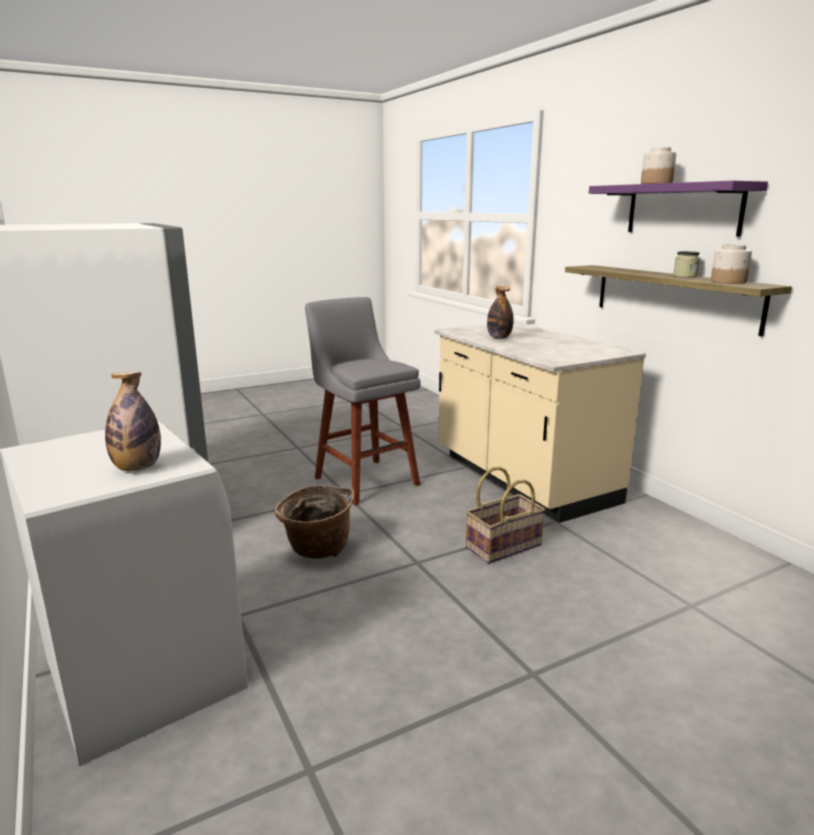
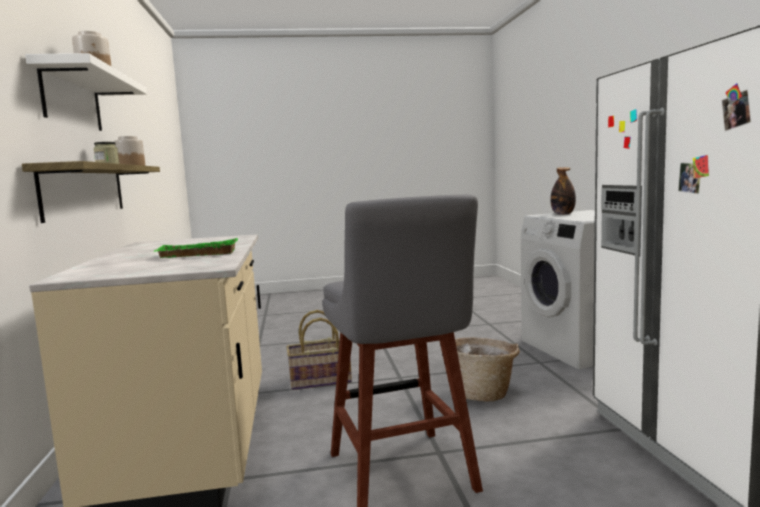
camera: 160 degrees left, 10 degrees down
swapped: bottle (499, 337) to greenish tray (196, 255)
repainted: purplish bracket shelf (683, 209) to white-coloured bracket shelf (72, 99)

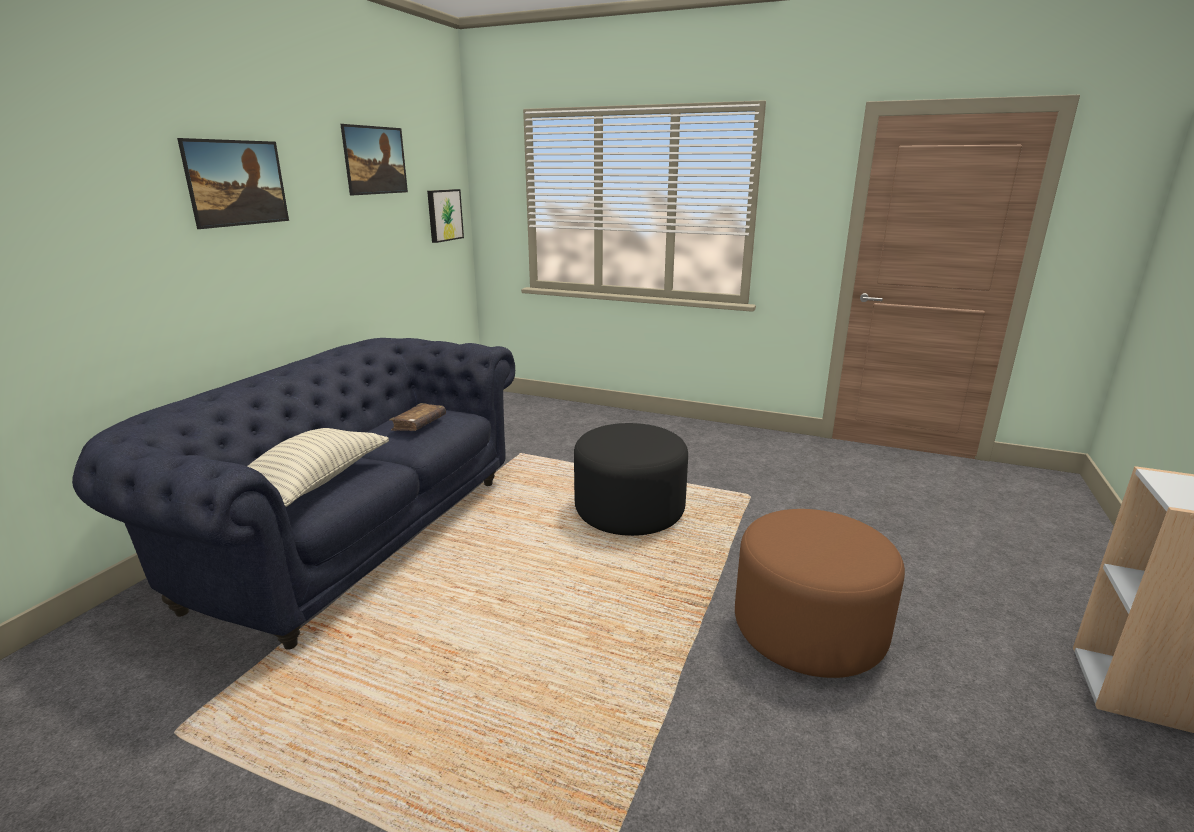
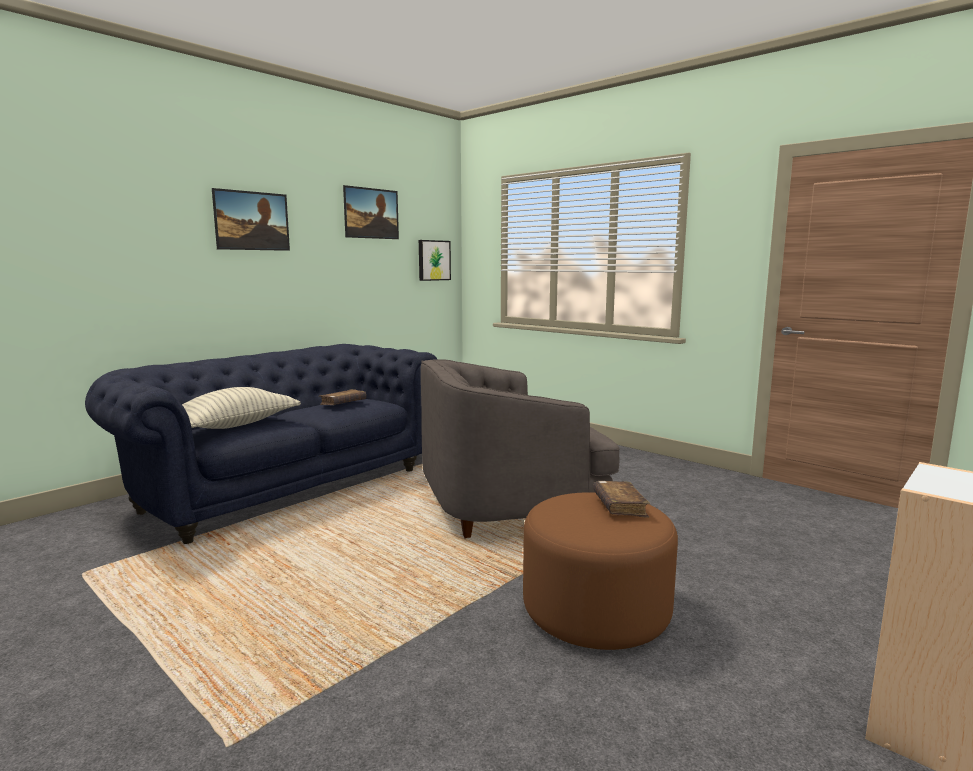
camera: 20 degrees right, 10 degrees down
new: brown-coloured volume (619, 506)
swapped: black-coloured pouffe (629, 511) to grey easy chair (509, 503)

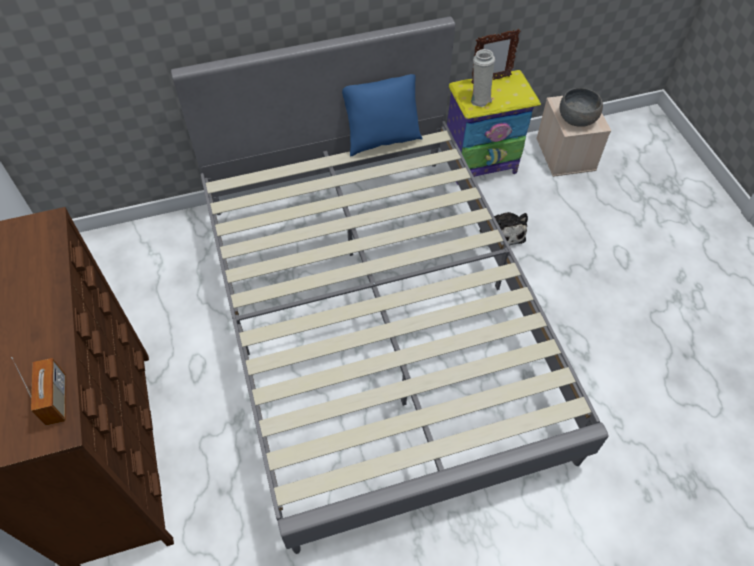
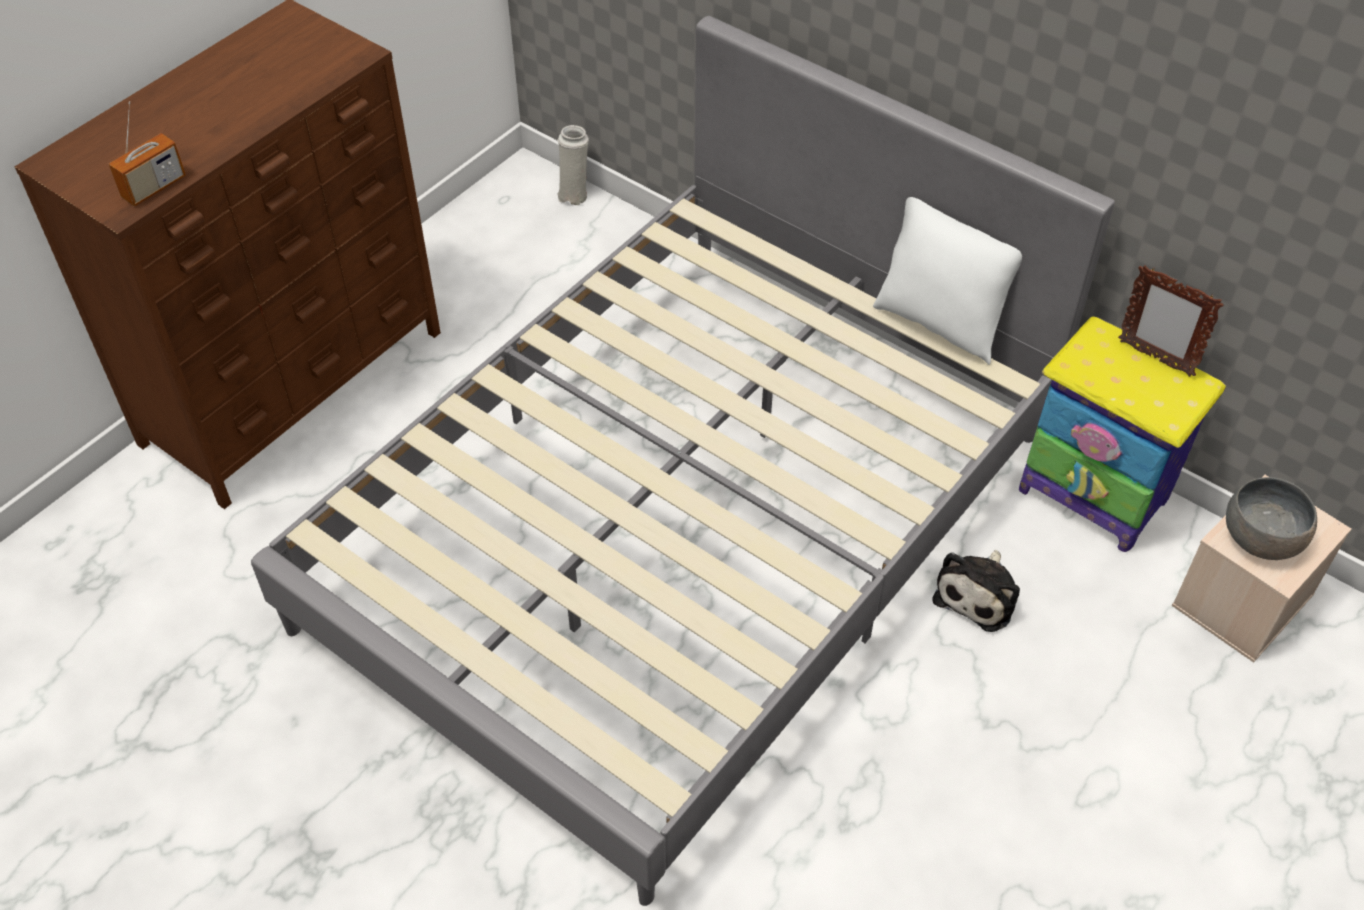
camera: 55 degrees right, 5 degrees down
shifted: white-coloured vase (479, 99) to (574, 194)
repainted: blue cushion (381, 140) to white-coloured cushion (940, 322)

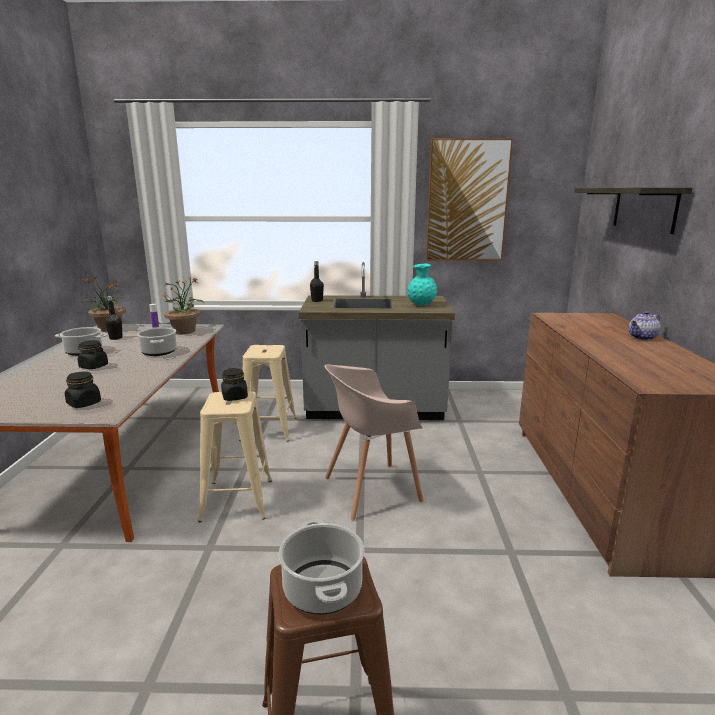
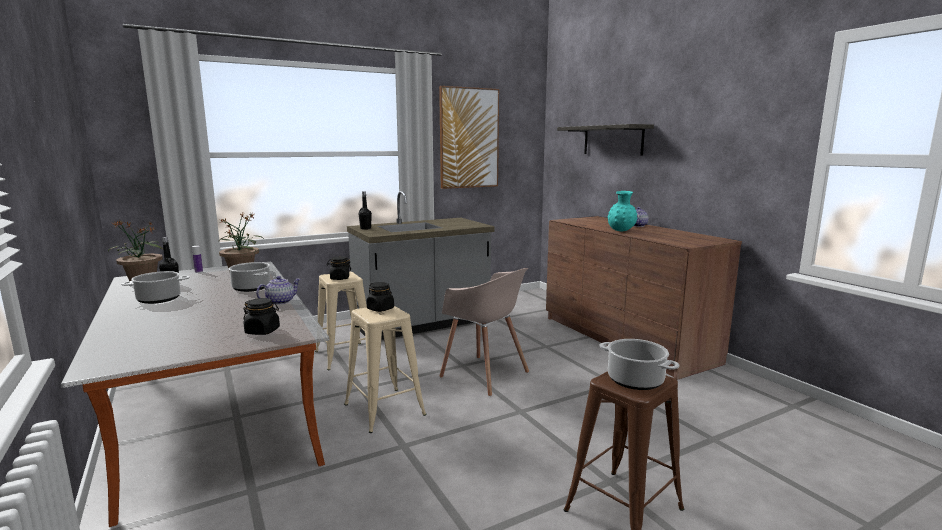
camera: 30 degrees left, 5 degrees down
new: teapot (280, 301)
shifted: turquoise-coloured vase (421, 305) to (621, 231); black-coloured jar (93, 366) to (339, 278)
rotated: beige upright chair (371, 490) = (485, 375) 90 degrees counterclockwise

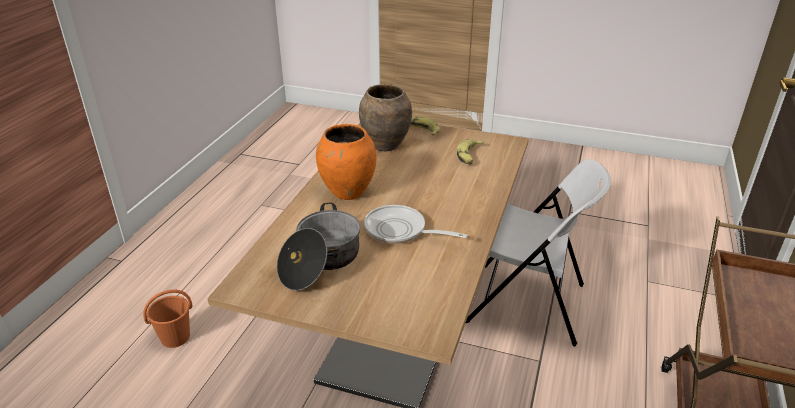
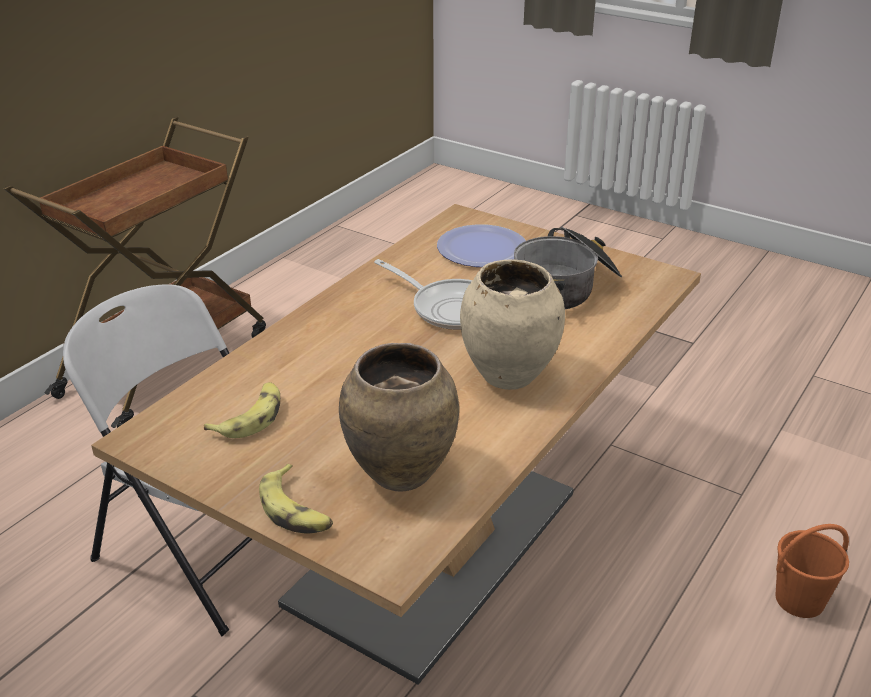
camera: 165 degrees left, 0 degrees up
new: dinner plate (482, 248)
repainted: orangey vase (348, 193) to beige vase (508, 375)

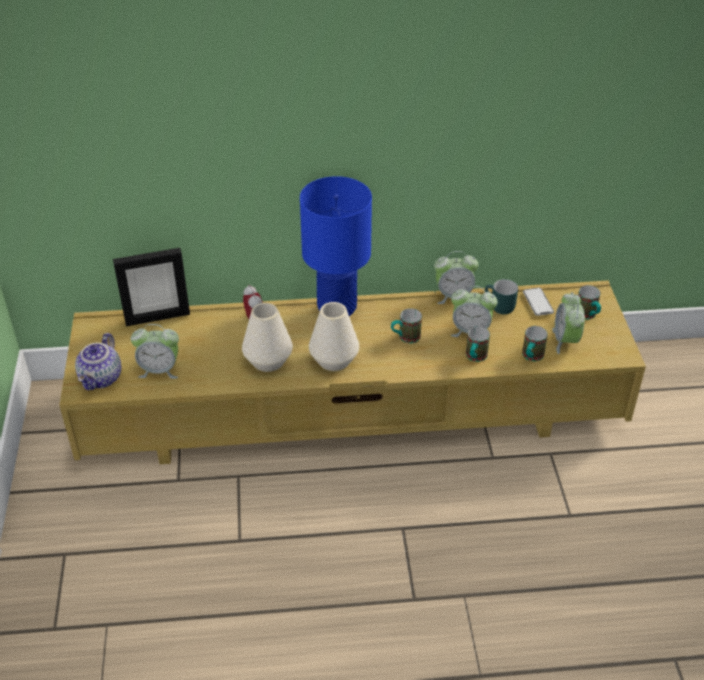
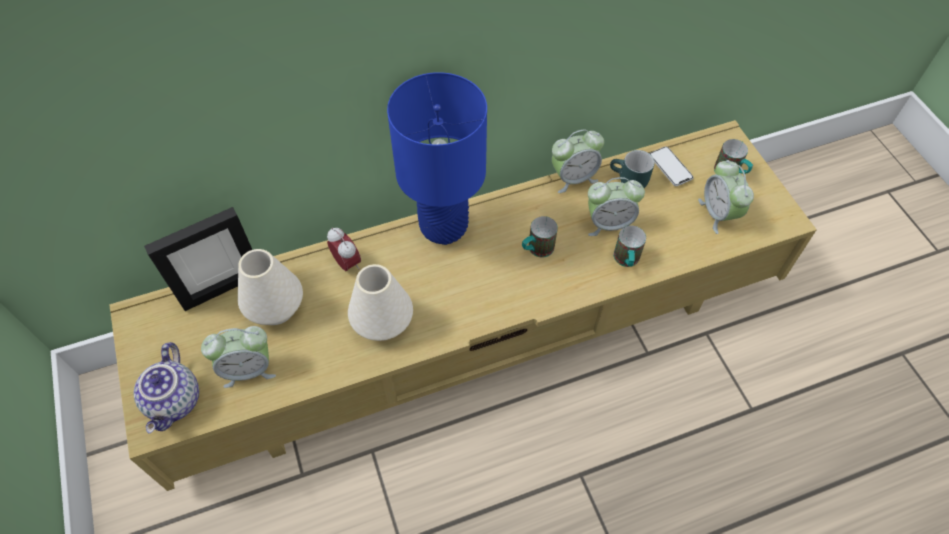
camera: 15 degrees left, 15 degrees up
gone: coffee mug (531, 357)
shifted: white-coloured vase (334, 360) to (275, 308)

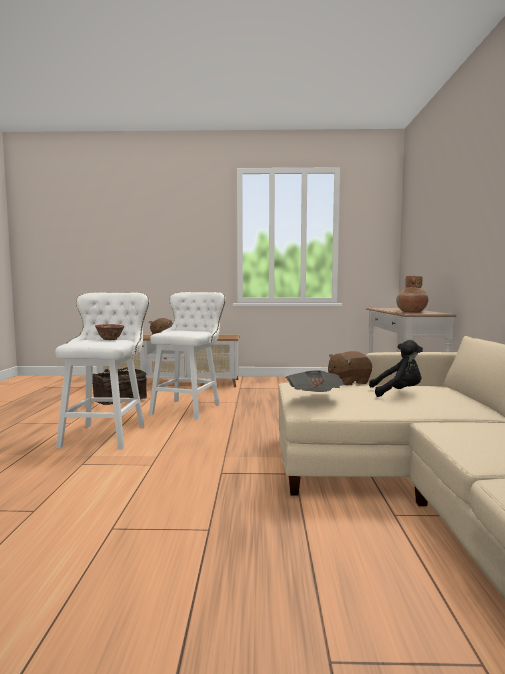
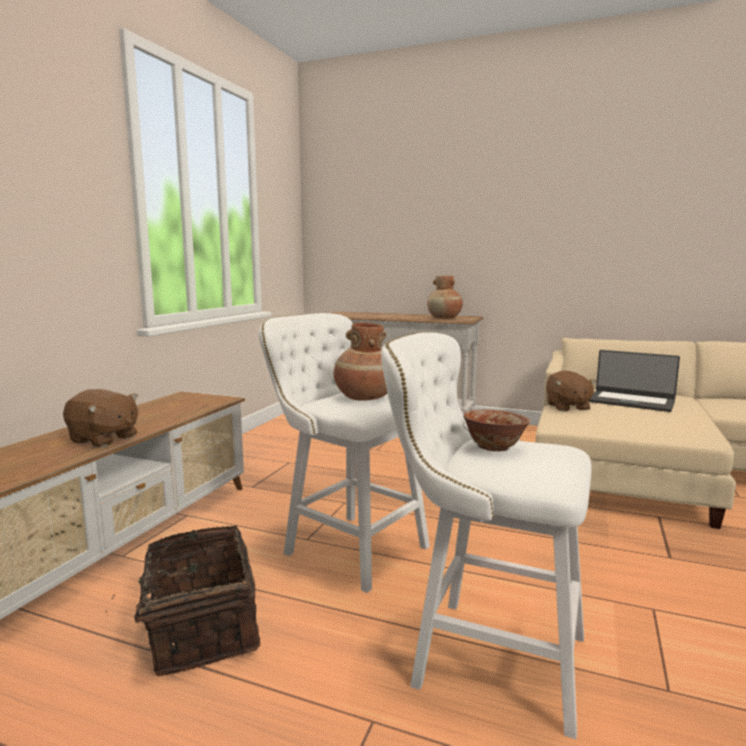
camera: 70 degrees left, 5 degrees up
gone: daily paper (315, 398)
new: brown-coloured vase (364, 397)
swapped: black-coloured cuddly toy (398, 393) to portable computer (631, 401)

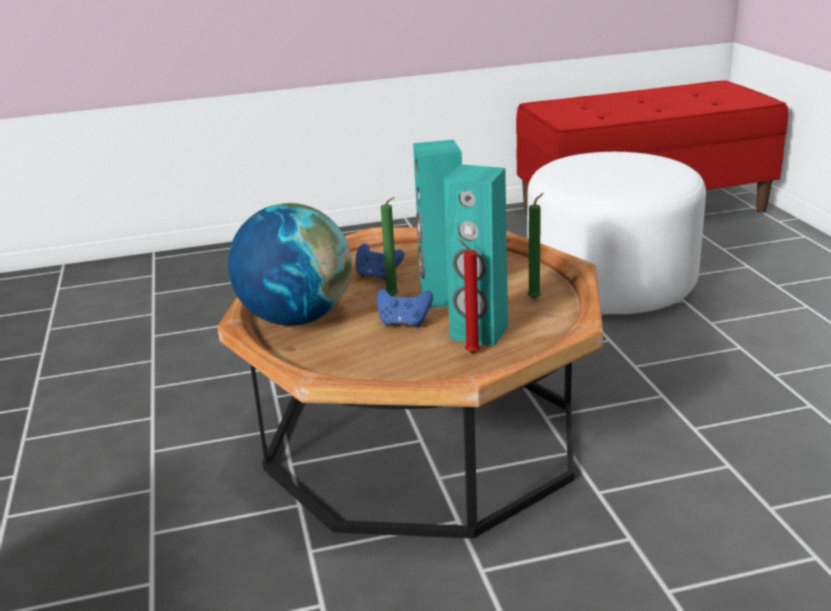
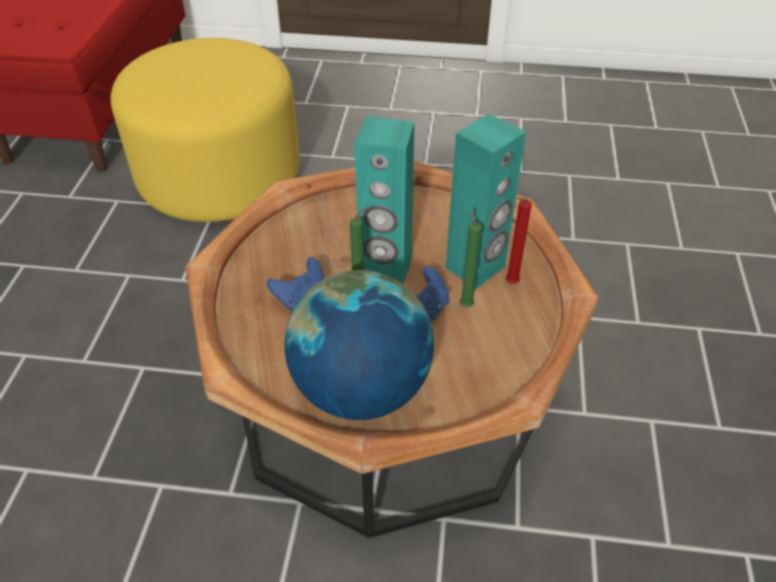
camera: 70 degrees left, 20 degrees up
shifted: greenish candle (536, 298) to (465, 304)
repainted: white-coloured pouffe (611, 283) to yellow-coloured pouffe (220, 176)

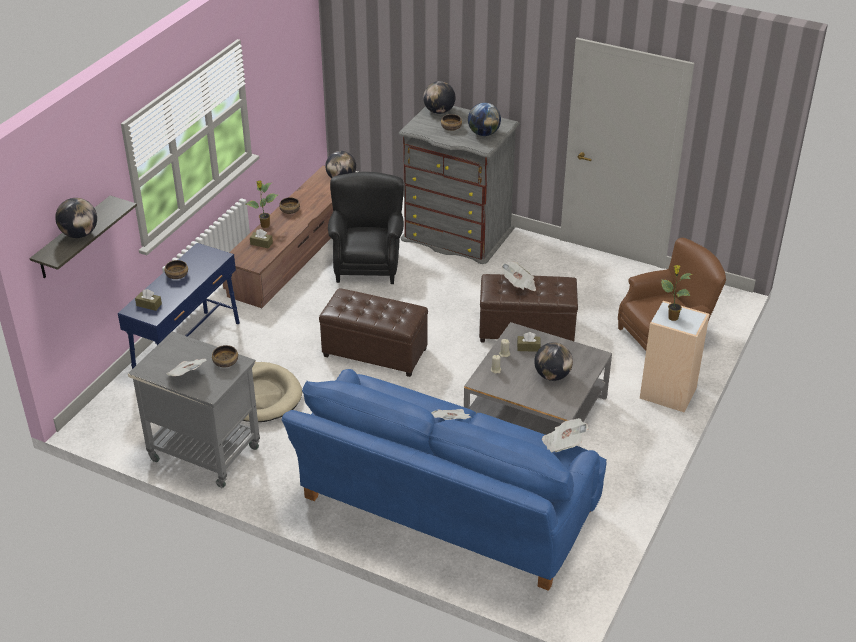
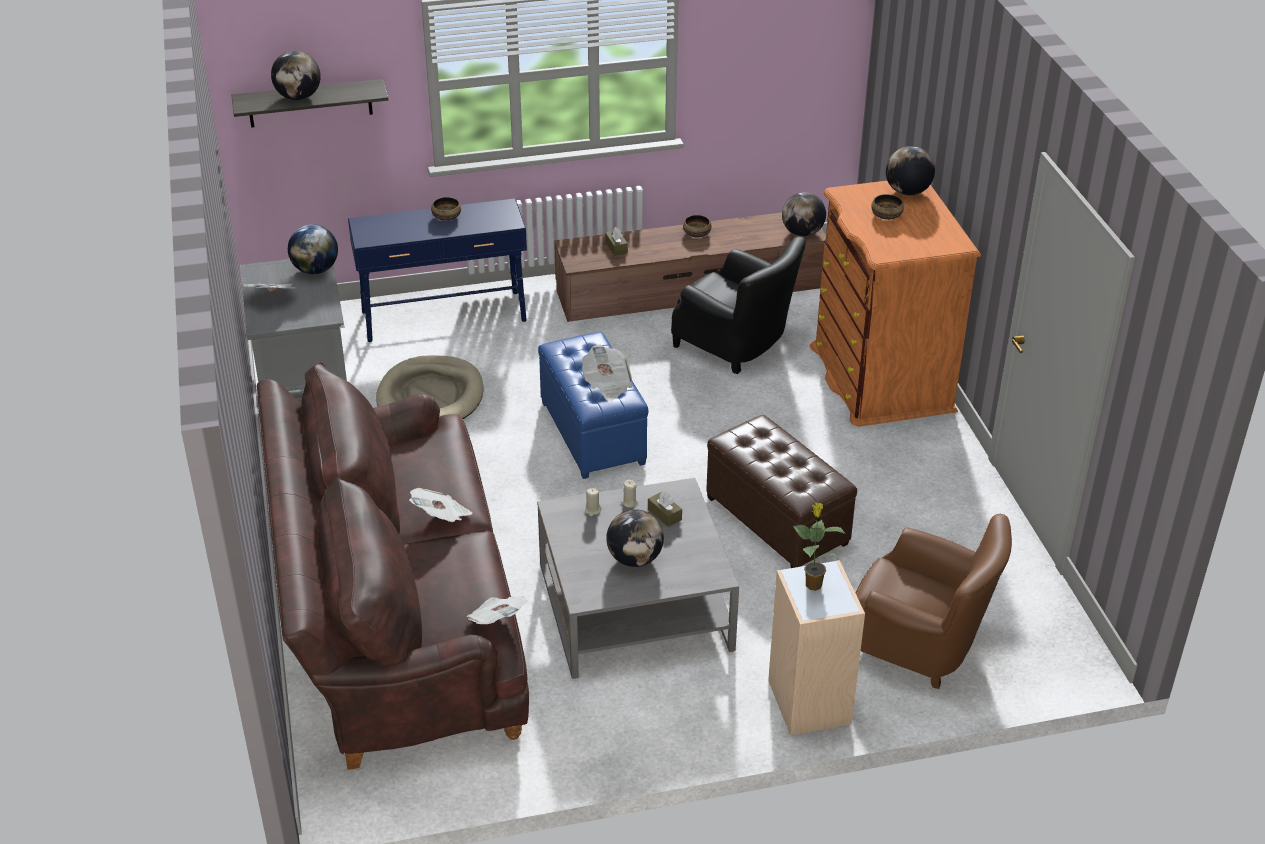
camera: 50 degrees right, 0 degrees up
gone: potted plant (265, 226); brown-coloured tissue holder (149, 305); deep dish (226, 362)
shifted: world globe (483, 133) to (315, 270); daily paper (519, 284) to (607, 384)
repainted: grey chest of drawers (457, 234) to orangey chest of drawers (881, 377); brown-coloured pouffe (375, 352) to blue pouffe (593, 432); blue couch (444, 509) to brown-coloured couch (396, 619)
rotated: black-coloured easy chair (367, 263) = (736, 345) 75 degrees clockwise

